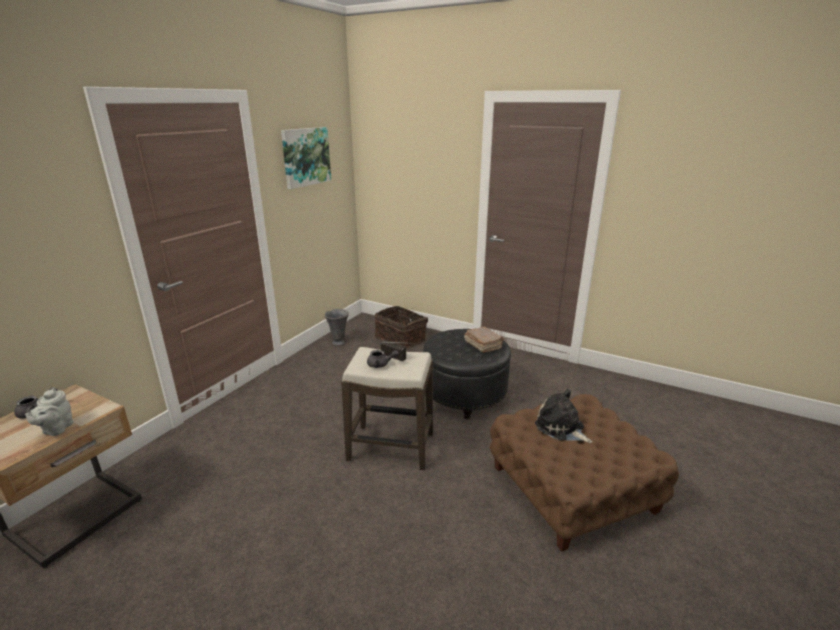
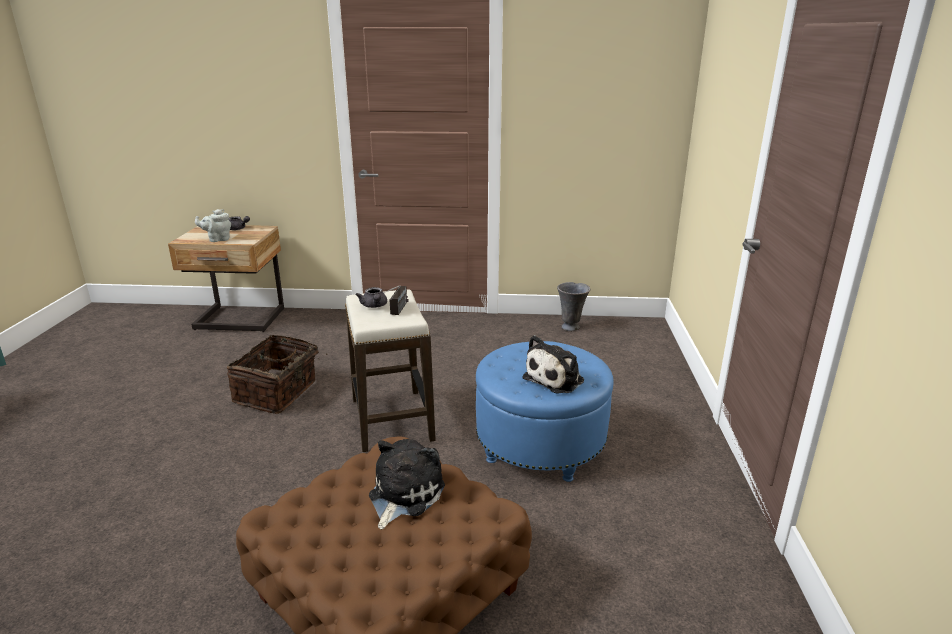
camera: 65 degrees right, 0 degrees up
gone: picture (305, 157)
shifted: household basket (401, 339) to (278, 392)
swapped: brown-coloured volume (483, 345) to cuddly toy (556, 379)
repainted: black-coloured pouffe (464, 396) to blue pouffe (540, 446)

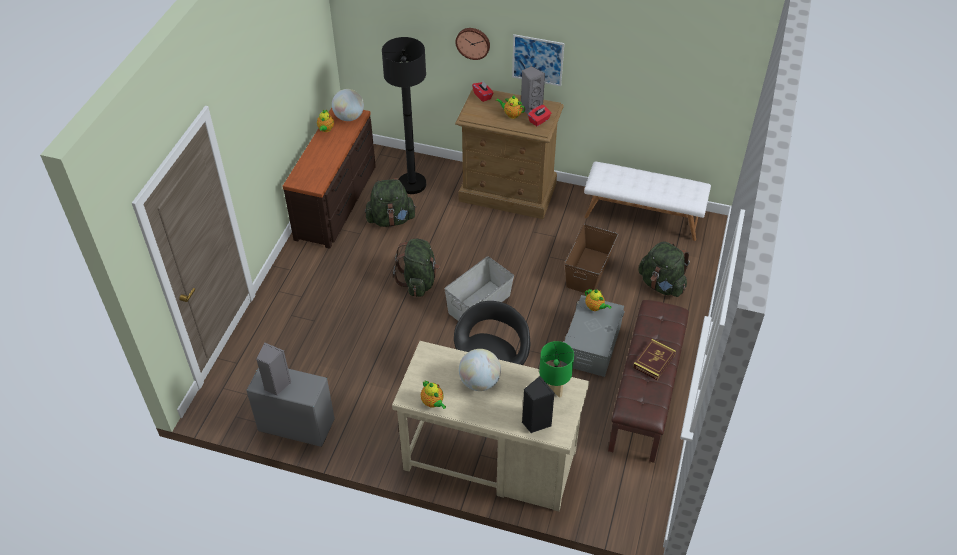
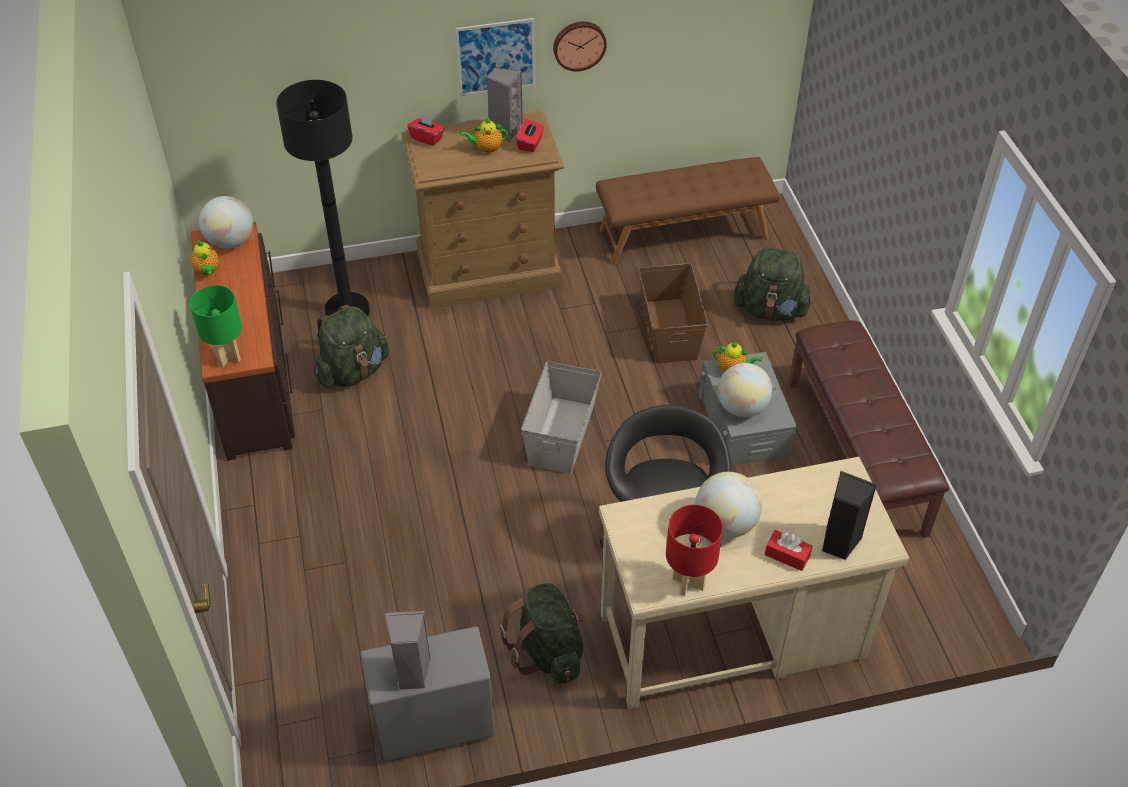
camera: 30 degrees left, 0 degrees up
gone: volume (654, 361)
new: world globe (742, 407); red tissue holder (787, 555)
shifted: hanging clock (473, 42) to (579, 44); greenish backpack (419, 281) to (548, 652); greenish lamp for a table (554, 390) to (228, 358)
swapped: teapot (433, 403) to red lamp for a table (687, 583)
repainted: white-coloured indoor bench (643, 216) to brown-coloured indoor bench (683, 233)

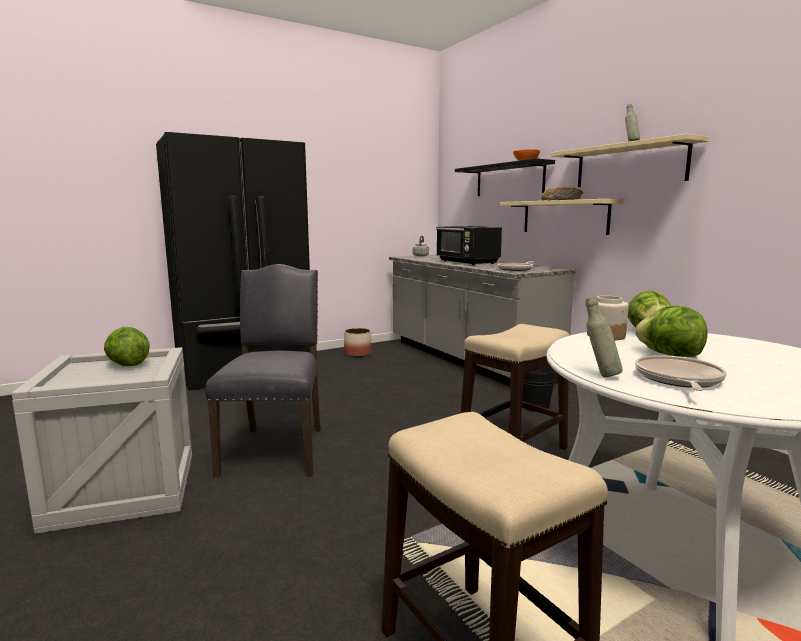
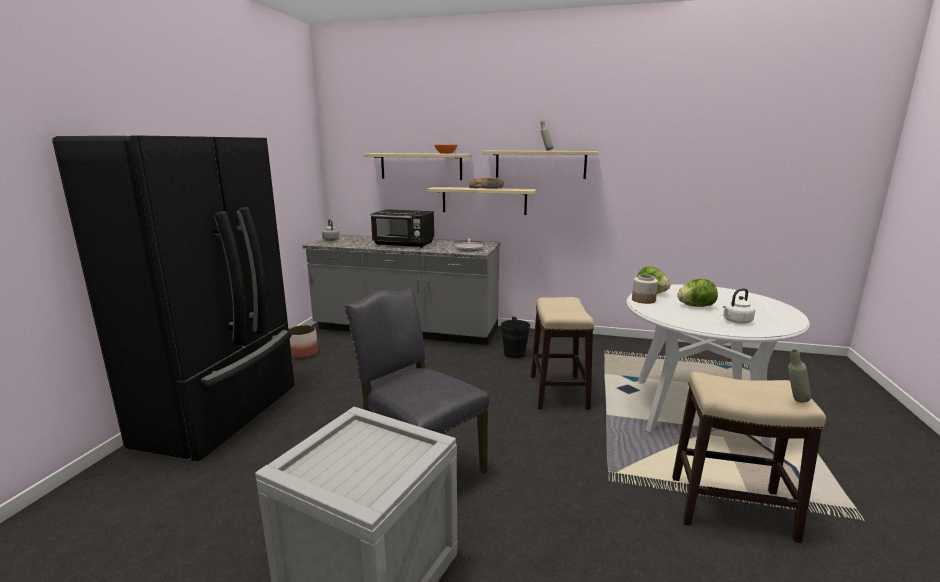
camera: 45 degrees left, 5 degrees up
gone: lettuce (127, 365)
shifted: grey bottle (600, 375) to (794, 401)
swapped: skillet (678, 379) to white-coloured kettle (736, 321)
repainted: black-coloured bracket shelf (509, 180) to beige bracket shelf (421, 166)

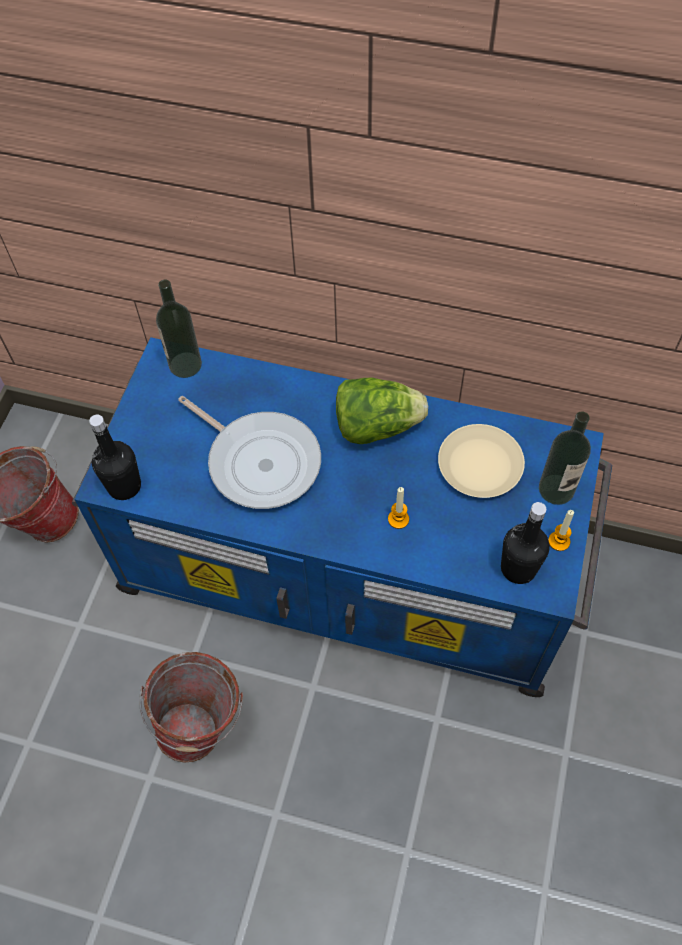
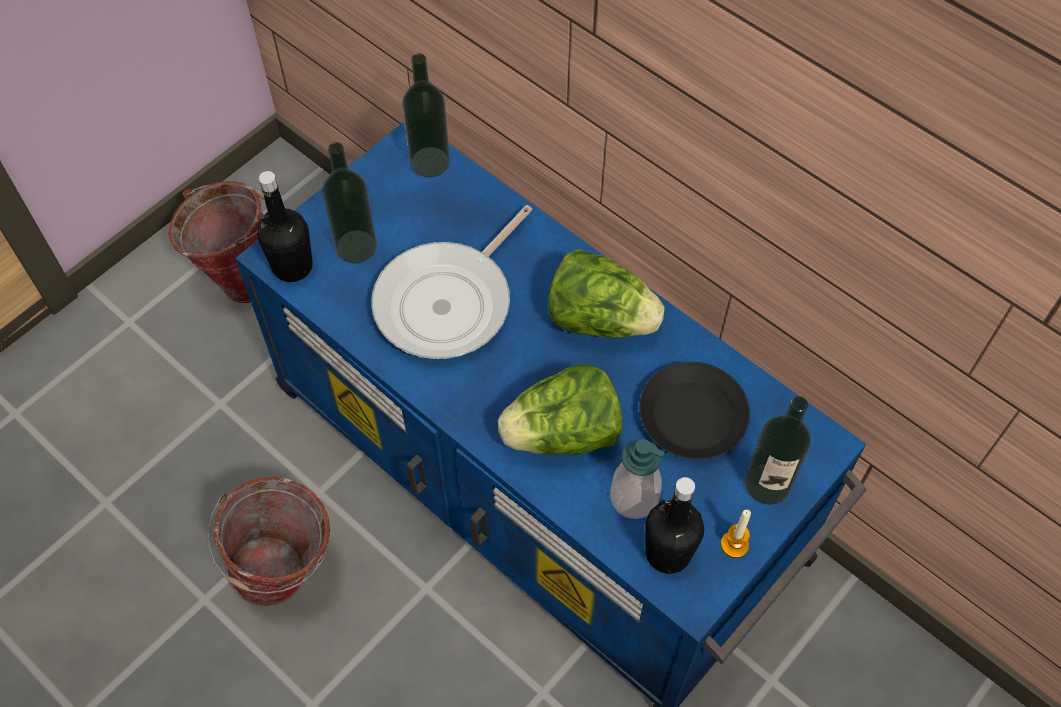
camera: 25 degrees right, 0 degrees up
new: bottle (356, 246); liquid soap bottle (634, 497)
swapped: candle (398, 519) to lettuce (563, 434)
repainted: beige dinner plate (480, 466) to black-coloured dinner plate (693, 417)
rotated: skillet (260, 461) = (449, 302) 60 degrees clockwise

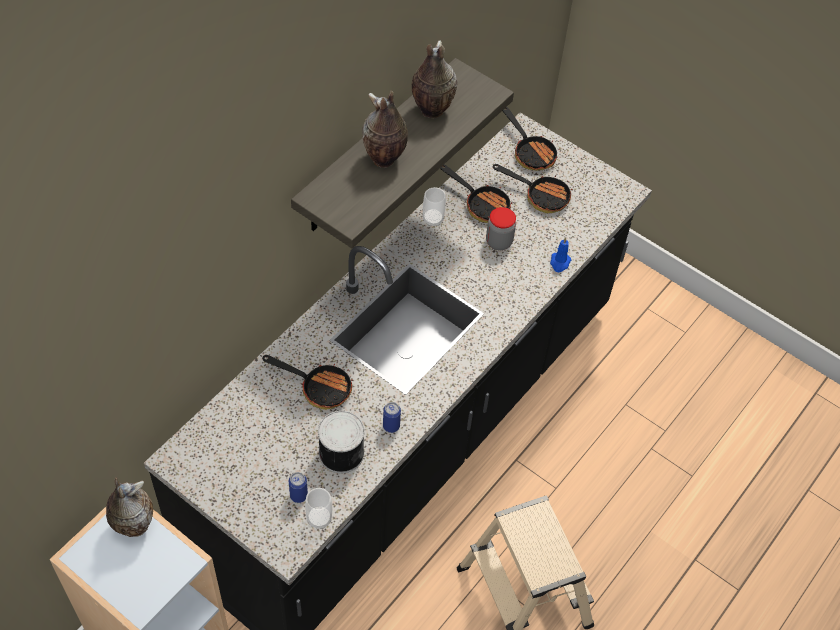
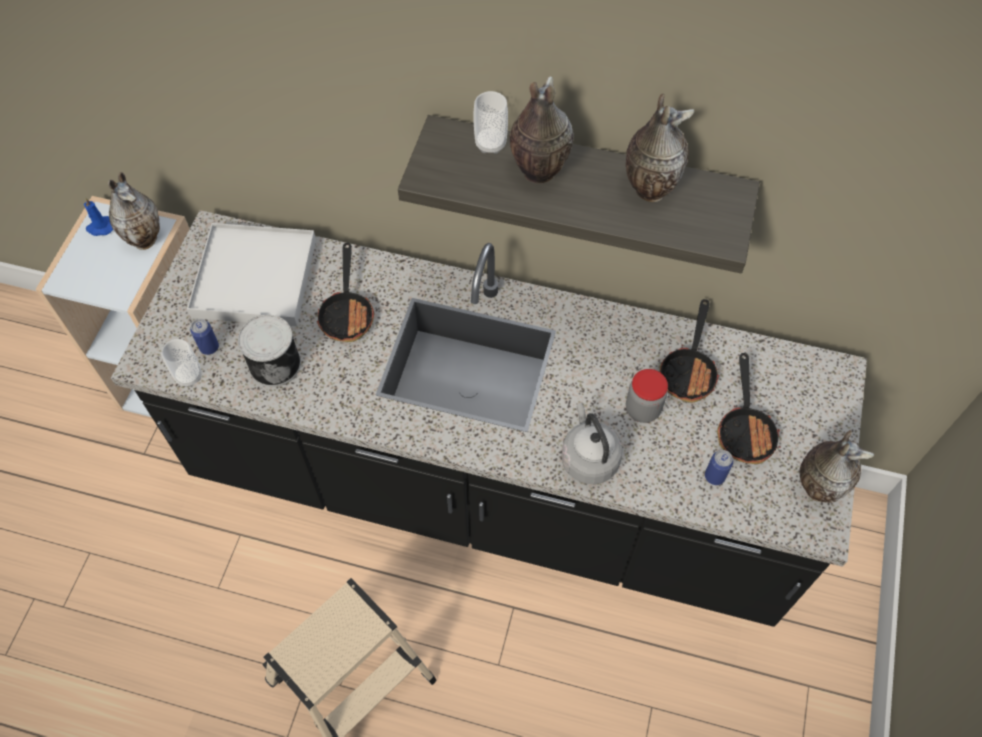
camera: 70 degrees right, 5 degrees up
gone: skillet (531, 152)
new: white-coloured tray (255, 278); grey kettle (588, 458); vase (817, 486)
shifted: cup (433, 219) to (490, 144); blue candle (559, 263) to (100, 227); sealed can (391, 426) to (714, 476)

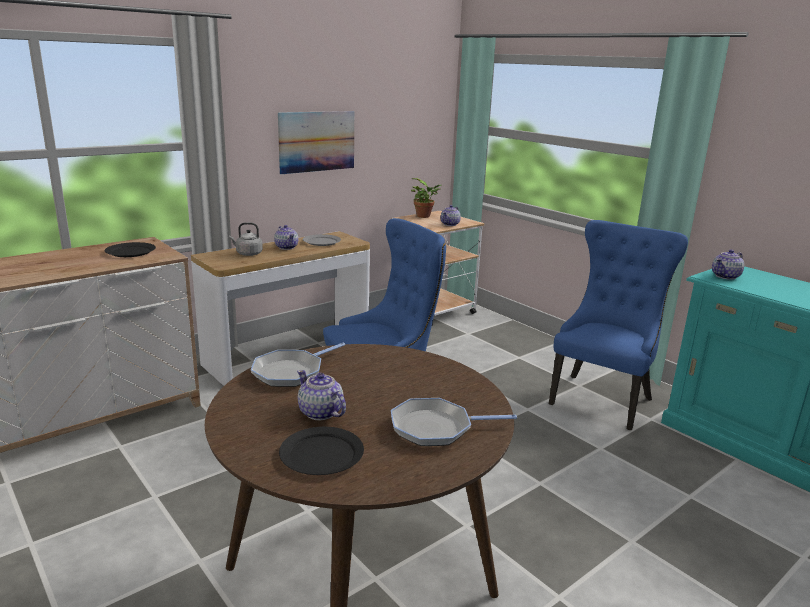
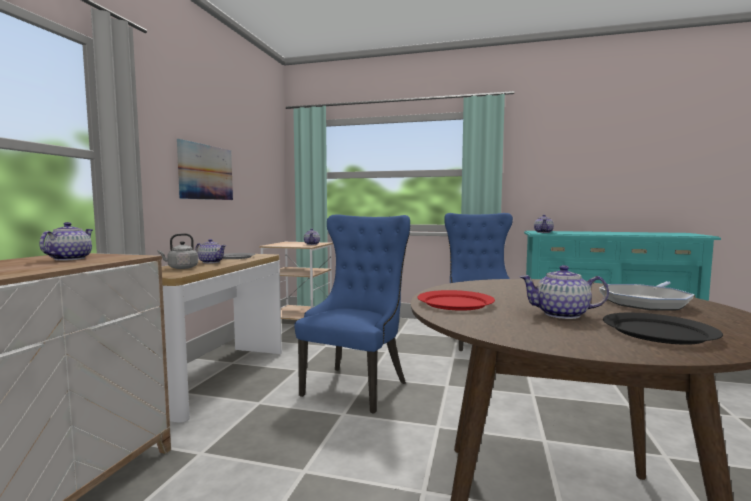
camera: 35 degrees left, 15 degrees down
gone: potted plant (425, 216)
swapped: black-coloured dinner plate (130, 252) to teapot (69, 259); skillet (291, 372) to red dinner plate (455, 303)

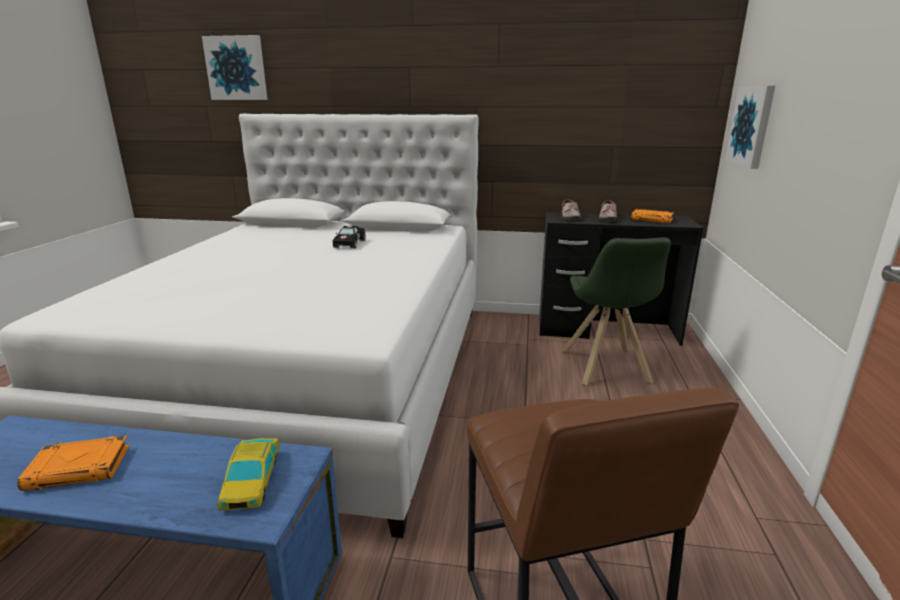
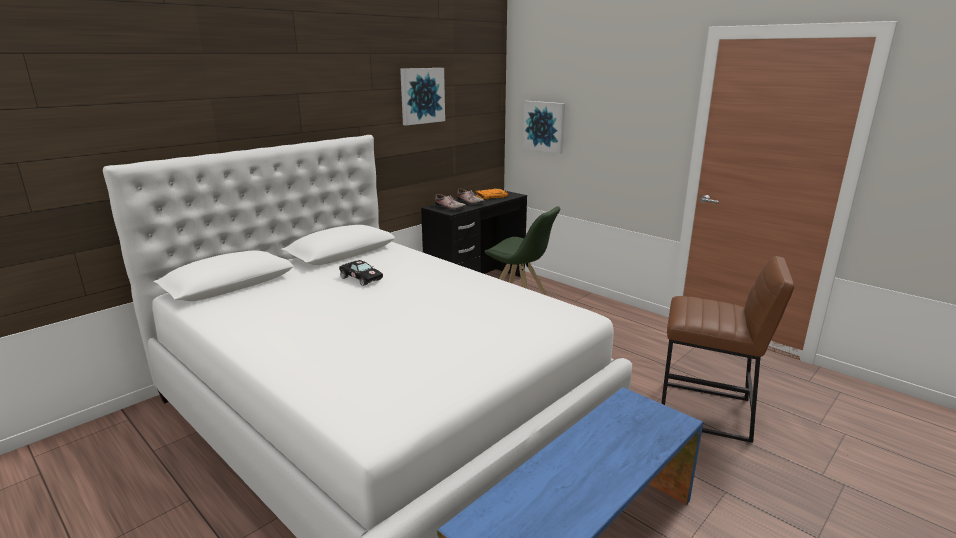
camera: 55 degrees left, 0 degrees up
gone: orangey volume (80, 468); toy car (252, 479)
shifted: picture (236, 68) to (422, 95)

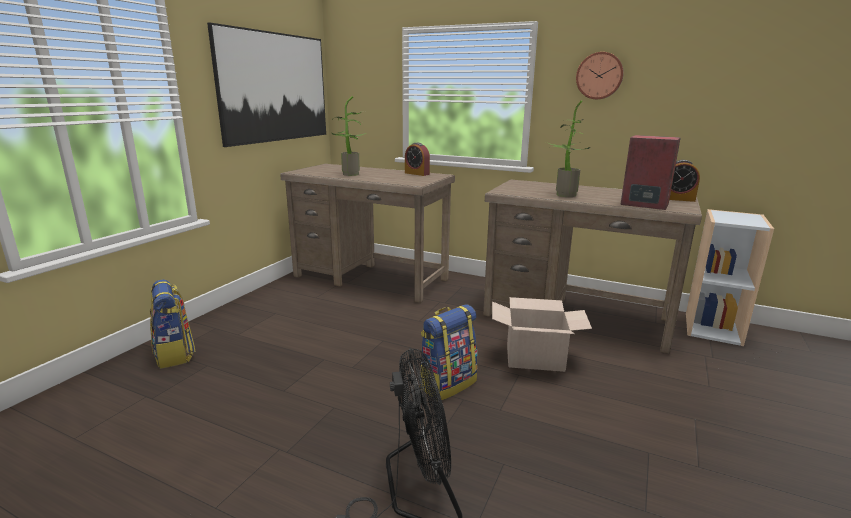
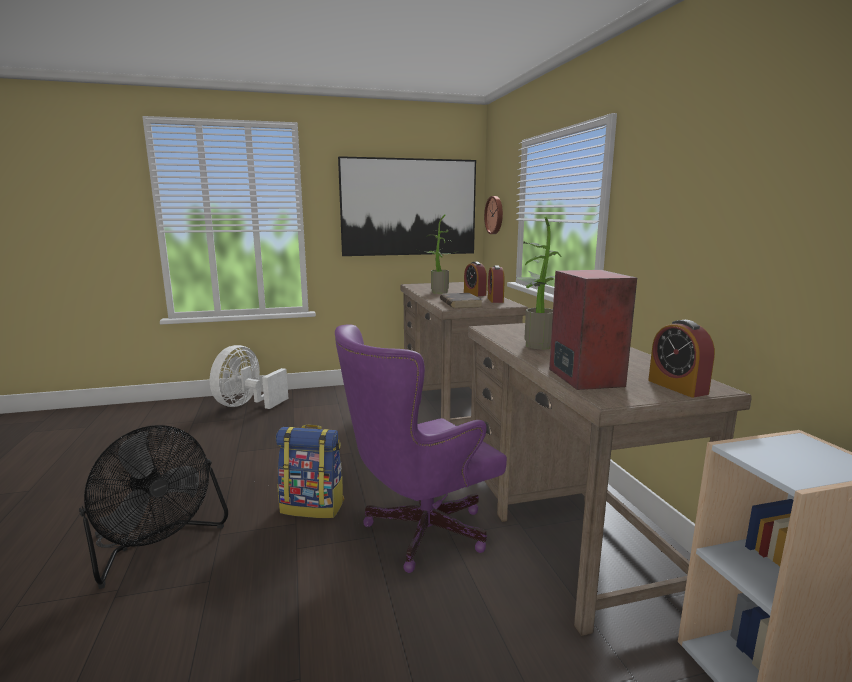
camera: 50 degrees right, 5 degrees down
new: bedside clock (474, 294); brown-coloured volume (460, 303)
shifted: hanging clock (599, 76) to (495, 215)
swapped: backpack (175, 354) to white-coloured cooling fan (246, 405); packing box (534, 358) to purplish office chair (419, 534)

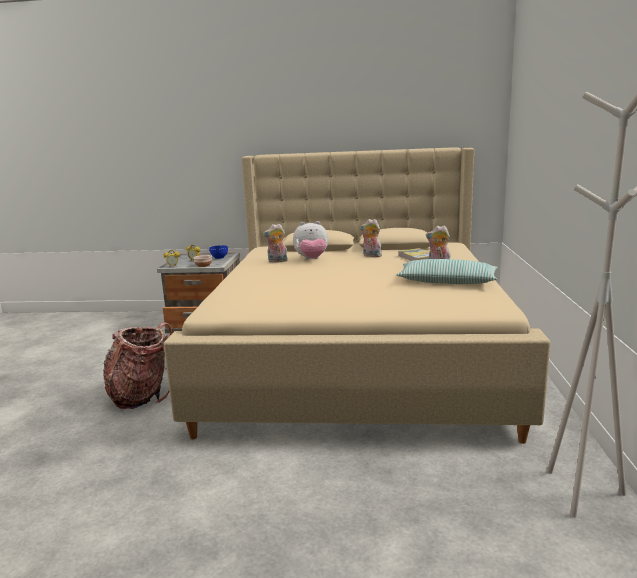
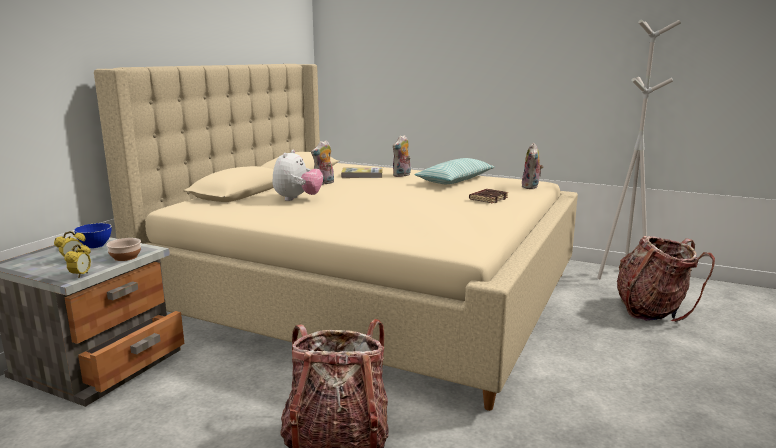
camera: 70 degrees left, 0 degrees up
new: brown-coloured volume (488, 199); backpack (652, 310)
shifted: cuddly toy (277, 261) to (531, 187)

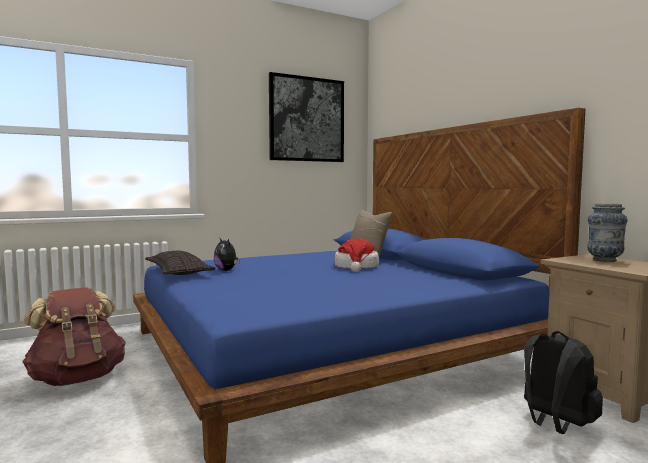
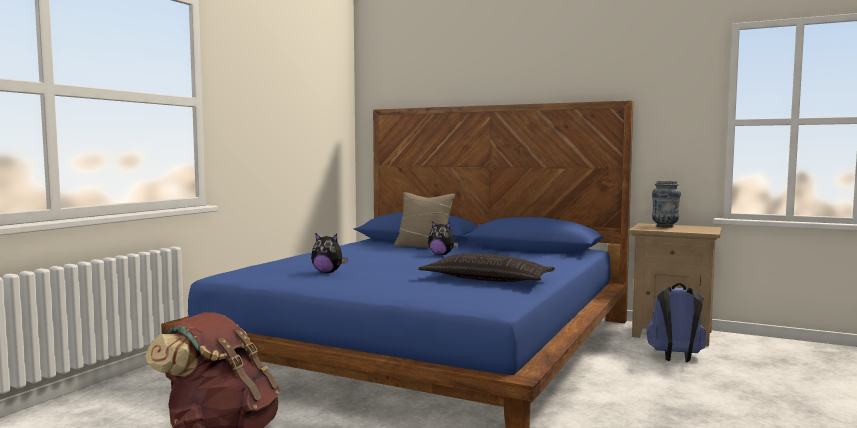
camera: 35 degrees left, 0 degrees up
gone: picture (307, 119)
shifted: cushion (178, 272) to (487, 279)
swapped: hat (356, 267) to cuddly toy (441, 254)
repainted: black-coloured backpack (556, 424) to blue backpack (675, 358)

